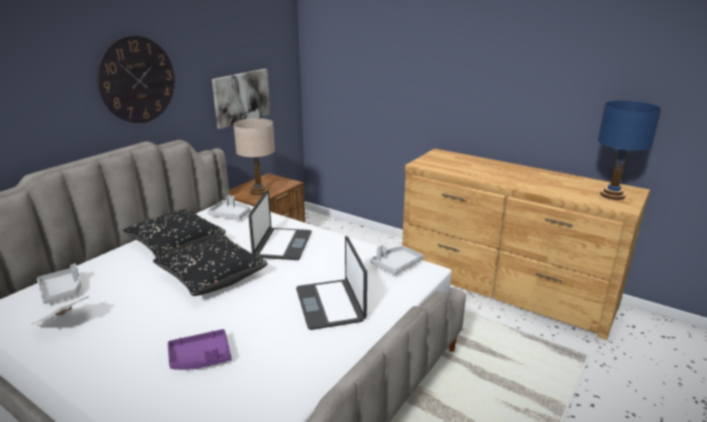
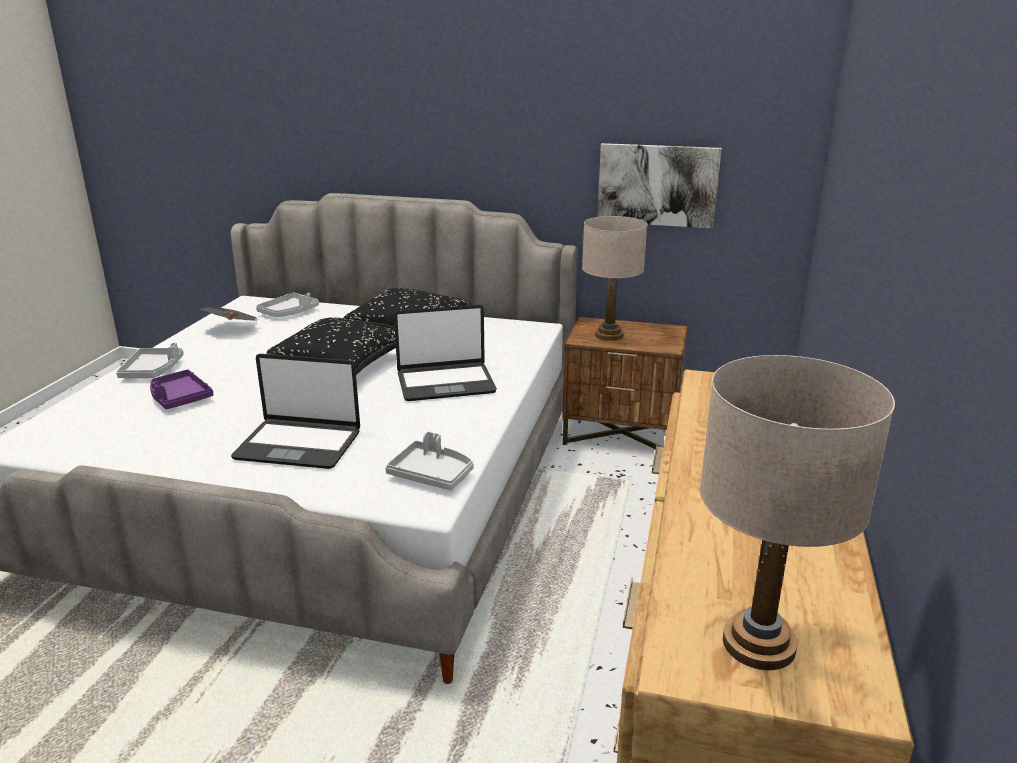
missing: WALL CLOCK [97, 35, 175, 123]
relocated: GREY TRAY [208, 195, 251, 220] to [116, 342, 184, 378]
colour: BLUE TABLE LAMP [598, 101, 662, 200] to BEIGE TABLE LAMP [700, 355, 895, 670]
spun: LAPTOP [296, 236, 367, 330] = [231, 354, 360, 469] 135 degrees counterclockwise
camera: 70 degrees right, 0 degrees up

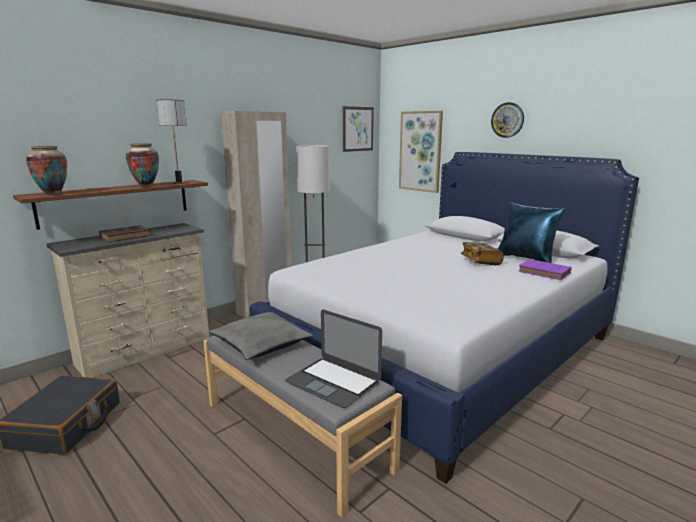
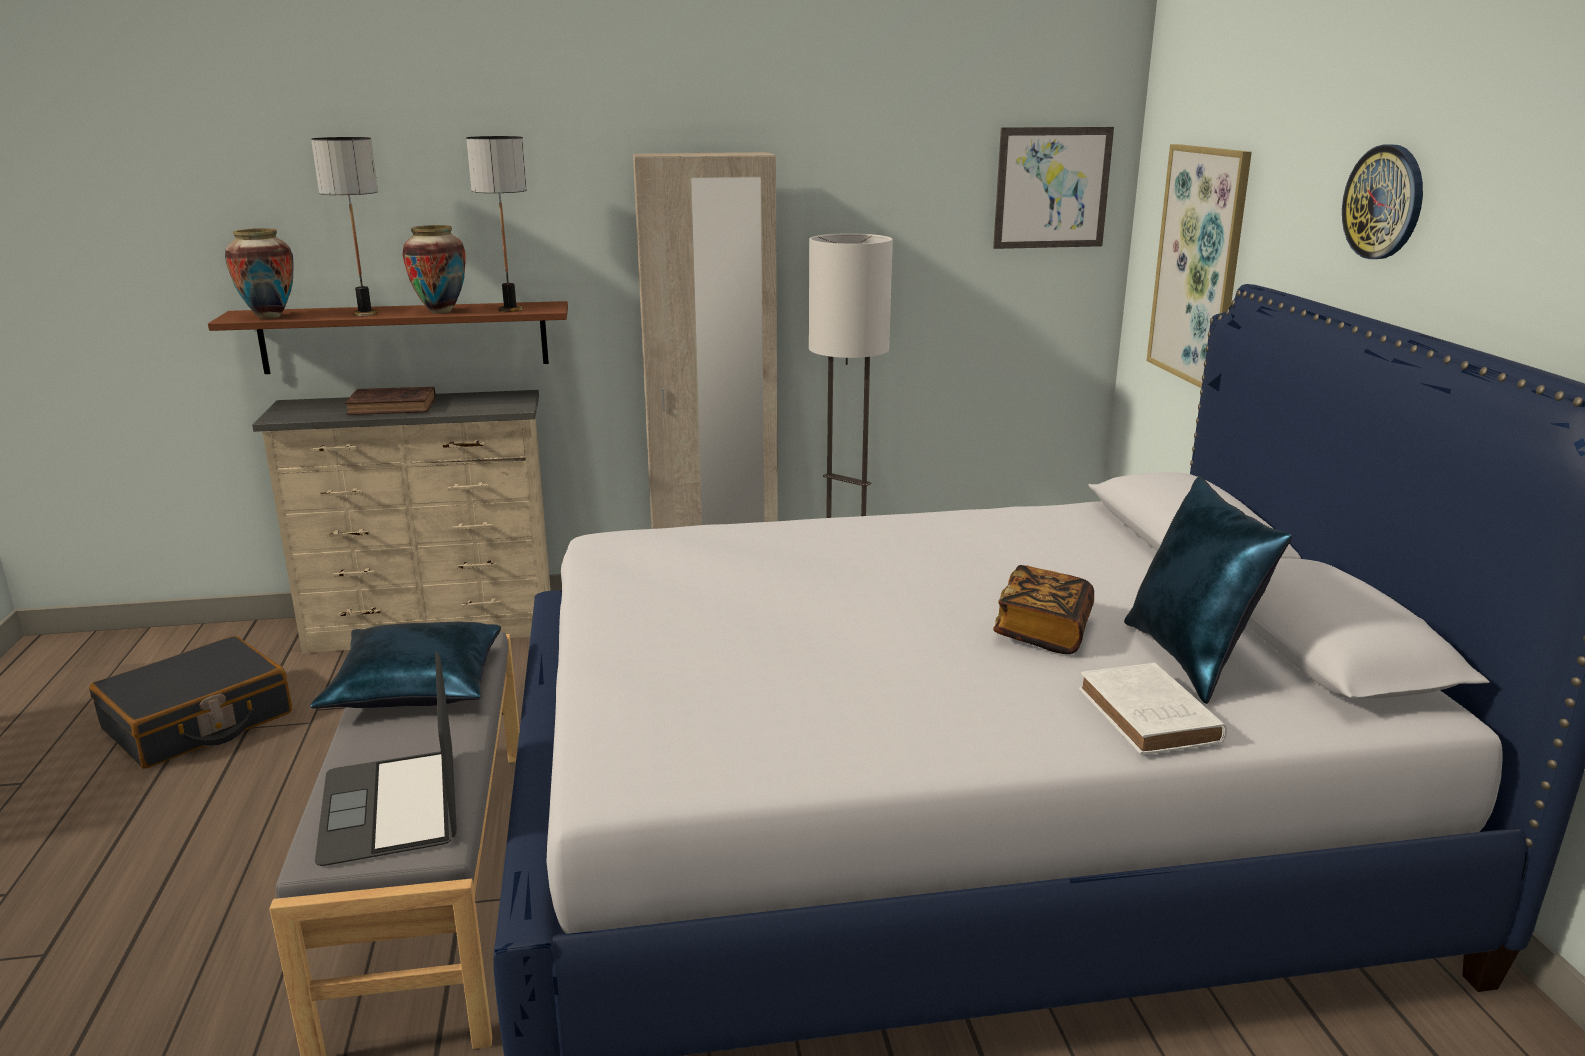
appeared: TABLE LAMP [311, 137, 379, 316]
colour: PURPLE BOOK [518, 259, 572, 280] to WHITE BOOK [1079, 663, 1227, 755]; GREY PILLOW [209, 312, 313, 360] to BLUE PILLOW [310, 622, 501, 708]
camera: 35 degrees right, 5 degrees up

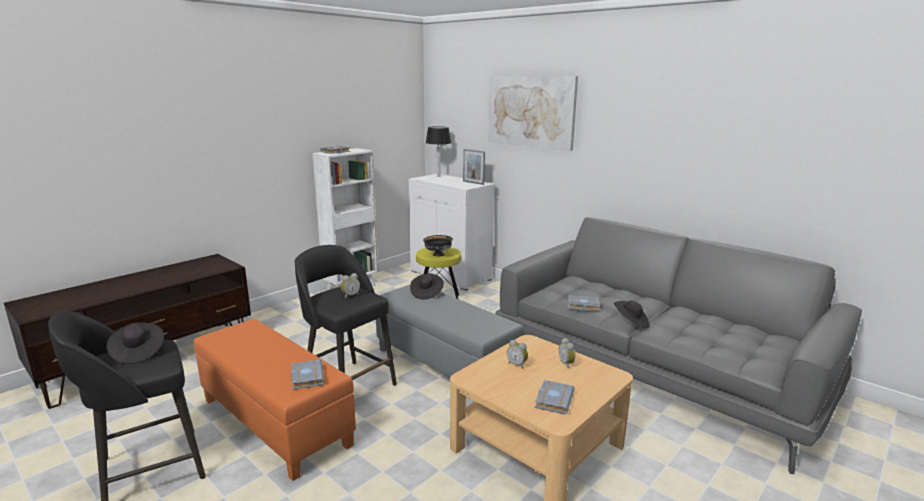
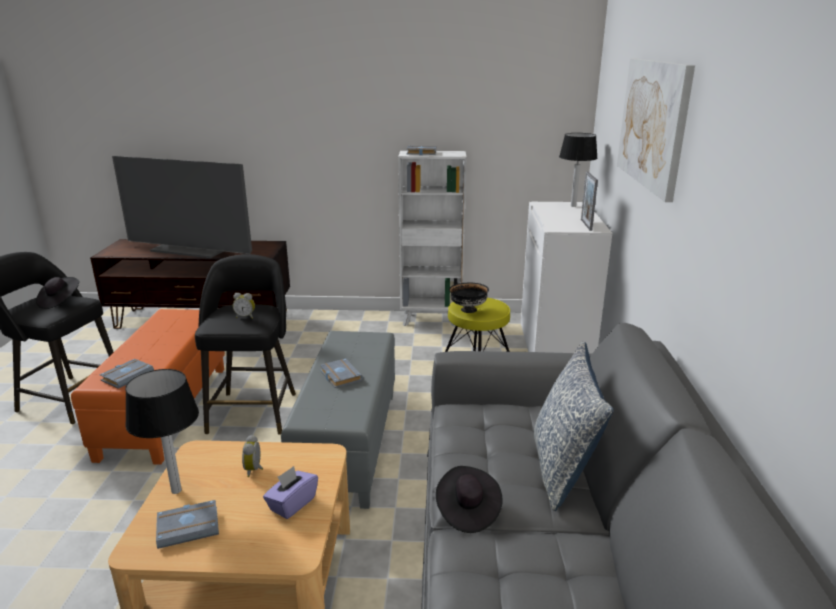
missing: BLACK HAT [410, 273, 444, 299]
appeared: TELEVISION [112, 156, 252, 258]; PILLOW [534, 342, 614, 511]; TABLE LAMP [125, 369, 199, 494]
relocated: GREY BOOK [568, 295, 600, 311] to [320, 358, 363, 388]
exchanged: ALARM CLOCK [559, 338, 576, 369] to PURPLE TISSUE BOX [263, 466, 318, 519]
camera: 50 degrees right, 5 degrees up

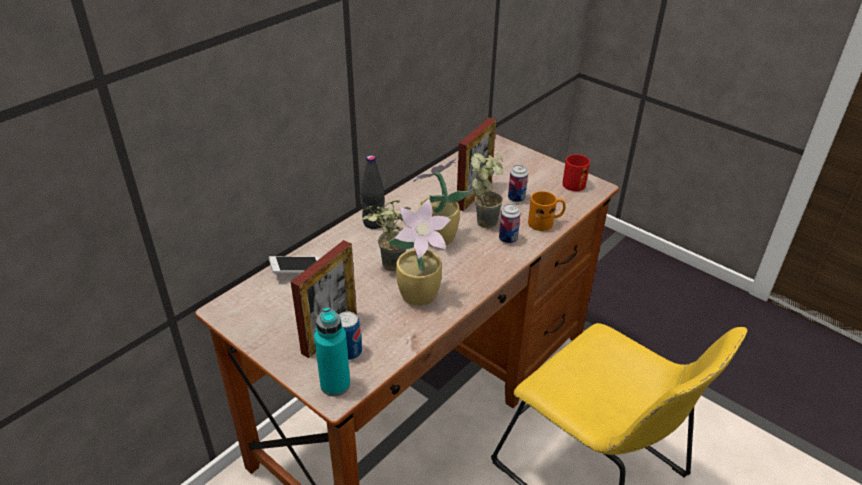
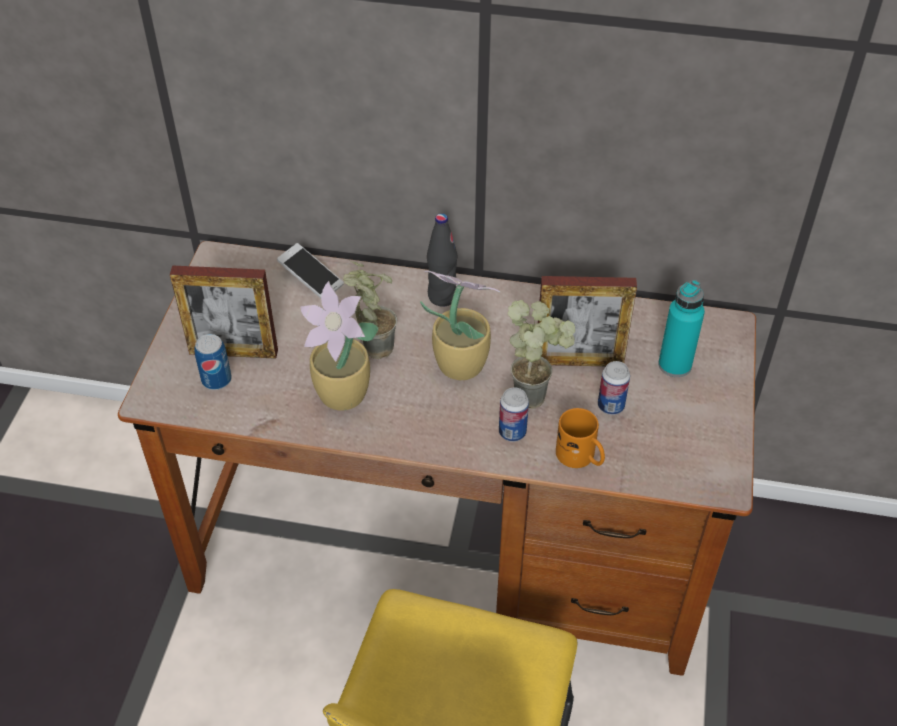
missing: RED MUG [562, 154, 590, 191]
relocated: TURQUOISE BOTTLE [314, 307, 350, 396] to [658, 280, 705, 377]
camera: 60 degrees right, 10 degrees up

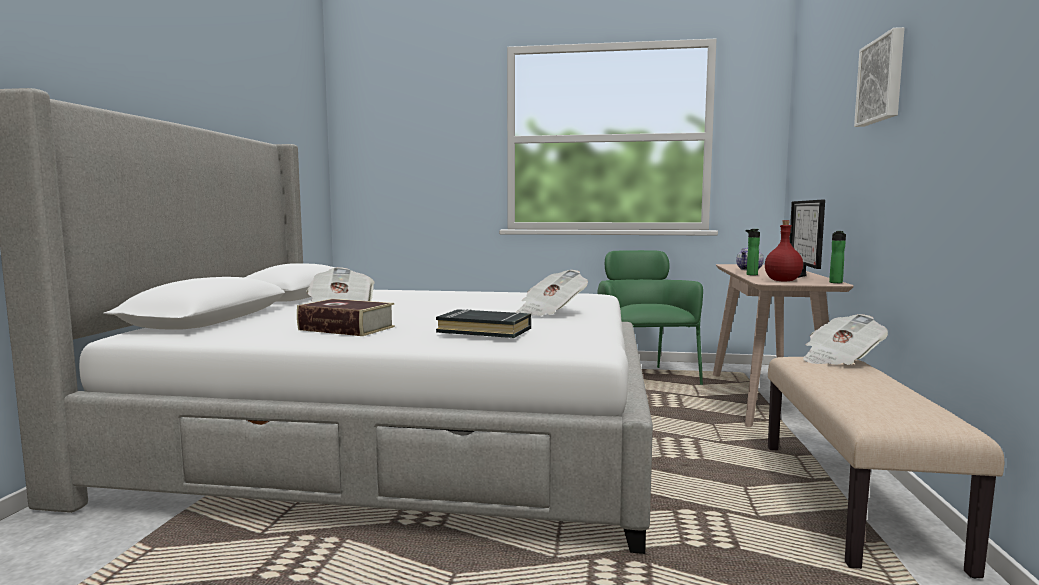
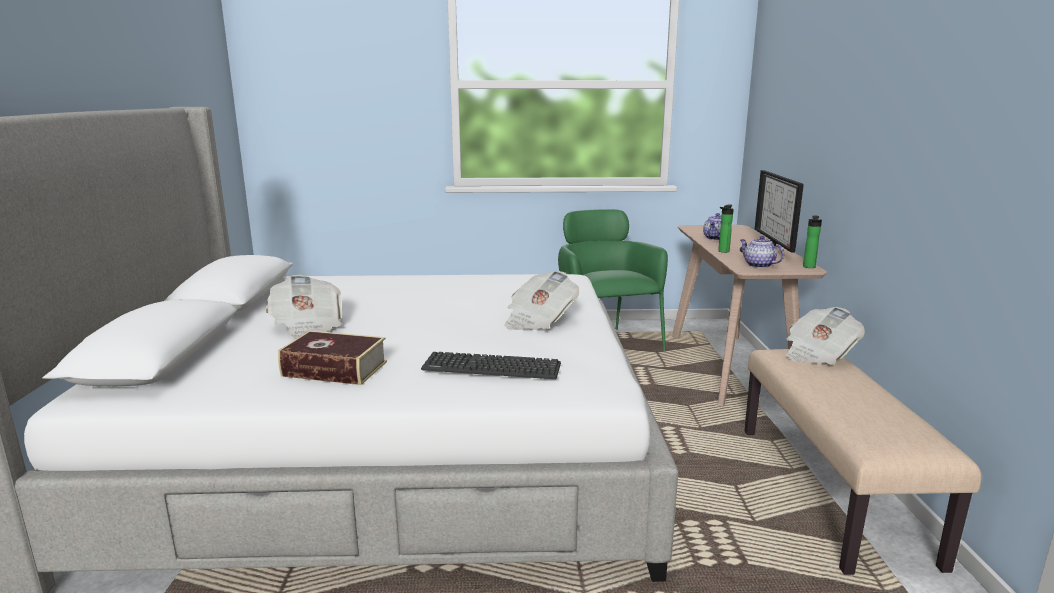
missing: PICTURE [854, 27, 905, 127]
exchanged: RED BOTTLE [765, 220, 803, 282] to TEAPOT [740, 236, 784, 268]; BLACK BOOK [436, 309, 531, 338] to KEYBOARD [421, 352, 561, 379]
camera: 10 degrees left, 10 degrees up

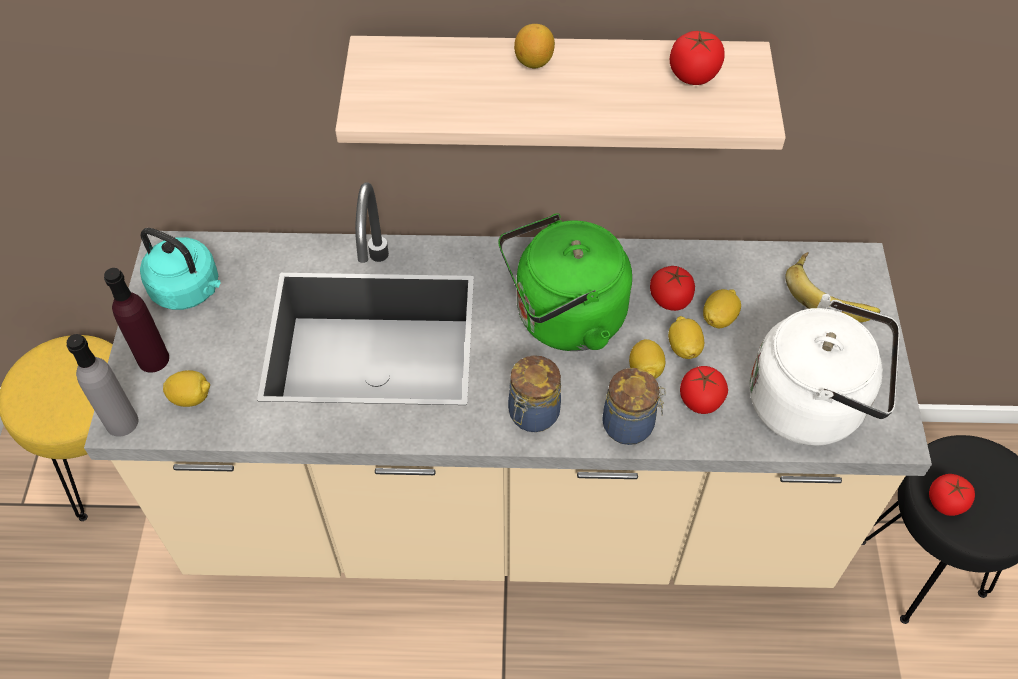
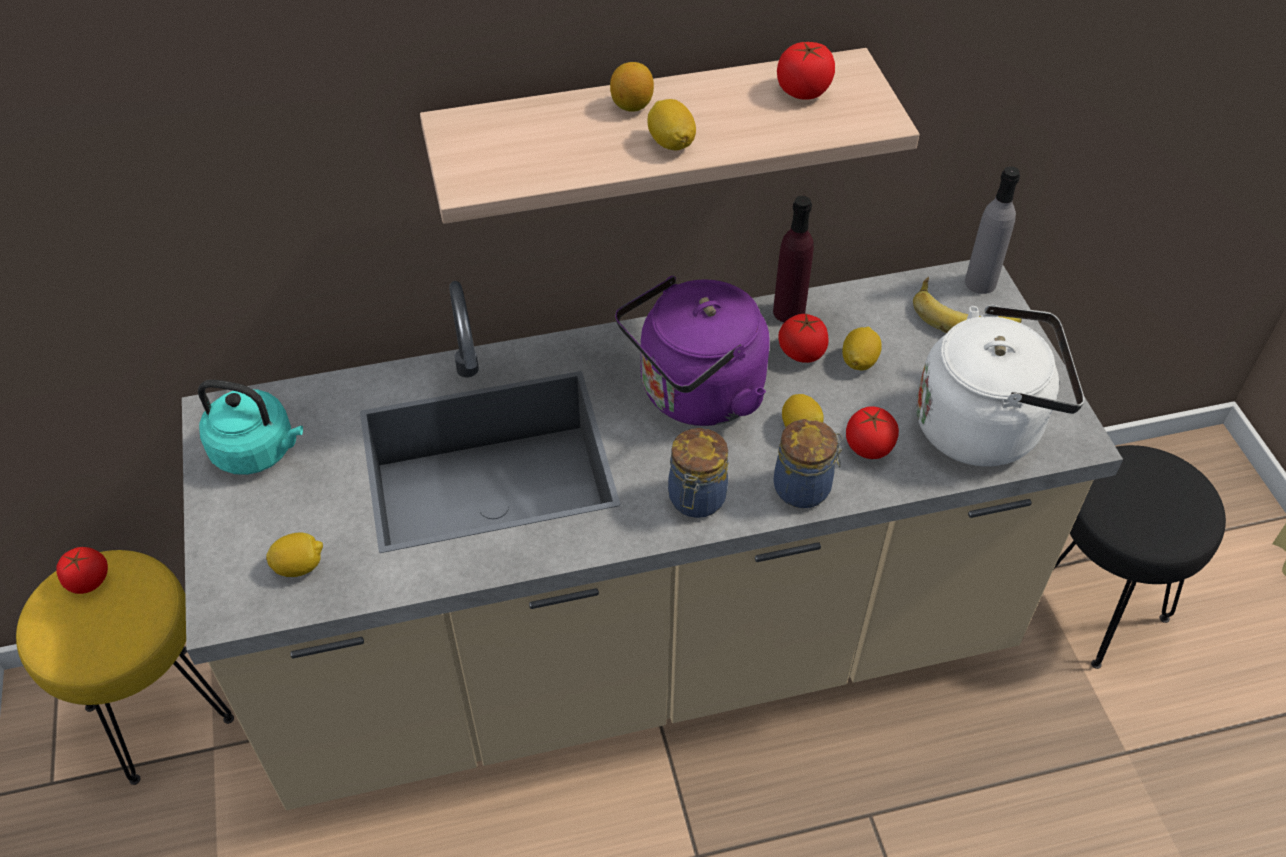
relocated: PURPLE BOTTLE [104, 268, 169, 372] to [773, 196, 814, 323]; LEMON [668, 316, 704, 359] to [647, 99, 696, 150]; GREY BOTTLE [67, 334, 139, 437] to [965, 166, 1020, 294]; TOMATO [929, 474, 975, 516] to [56, 547, 108, 594]
colour: GREEN KETTLE [498, 213, 632, 351] to PURPLE KETTLE [615, 276, 770, 426]
camera: 15 degrees left, 5 degrees down

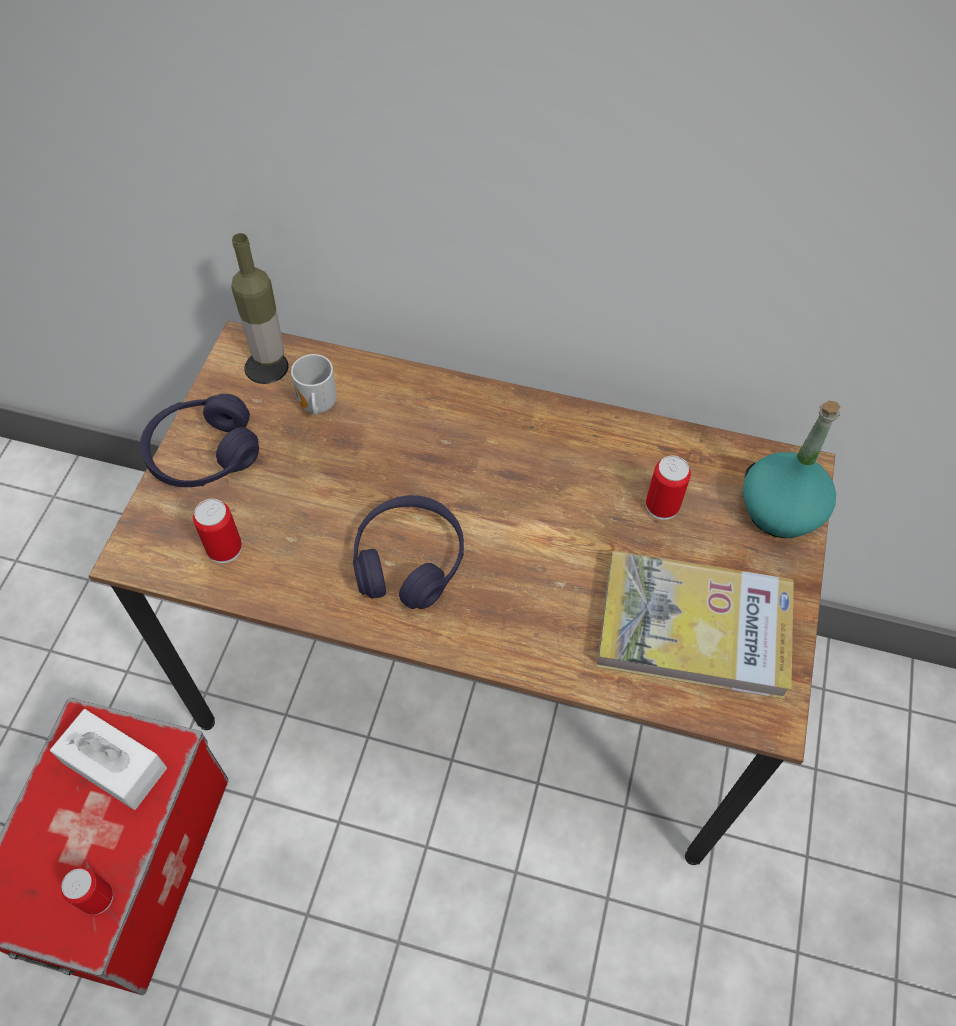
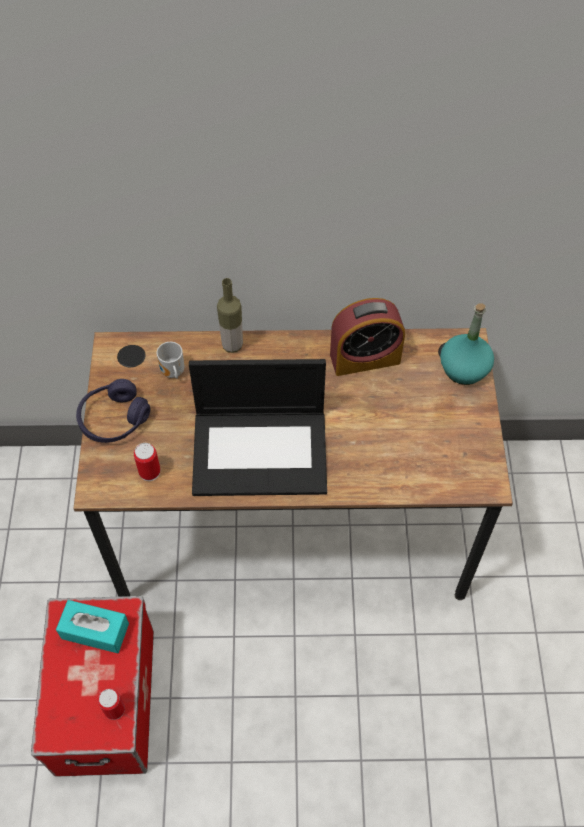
missing: CAN [646, 455, 691, 520]; BOOK [596, 551, 794, 699]
appeared: ALARM CLOCK [330, 298, 405, 376]
relocated: BOTTLE [231, 233, 284, 366] to [217, 278, 243, 353]
exchanged: PURPLE HEADPHONES [353, 495, 464, 609] to LAPTOP [189, 359, 327, 496]
colour: WHITE TISSUE BOX [50, 709, 167, 810] to TURQUOISE TISSUE BOX [56, 600, 129, 653]
camera: 15 degrees left, 0 degrees up

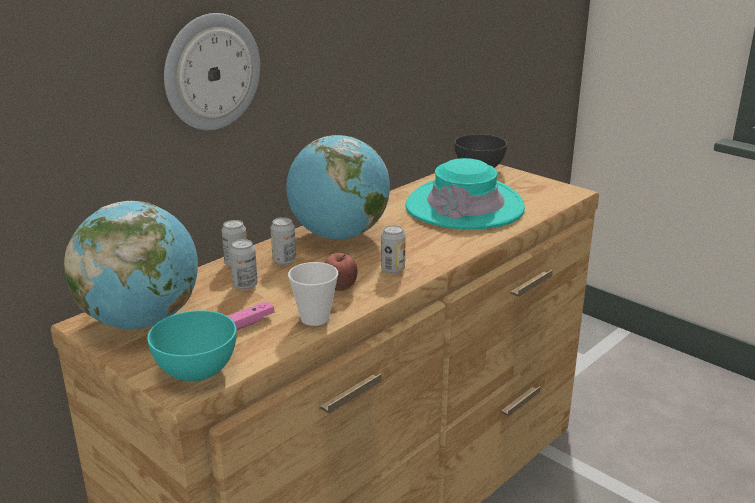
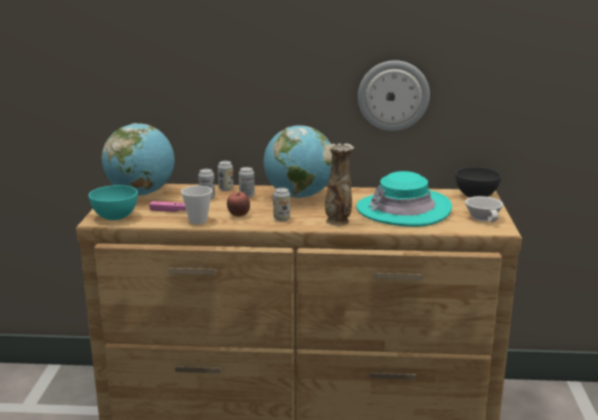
appeared: VASE [325, 143, 354, 226]; WHITE CUP [465, 196, 503, 222]
relocated: WALL CLOCK [164, 13, 260, 130] to [358, 60, 430, 131]
camera: 50 degrees right, 5 degrees down

